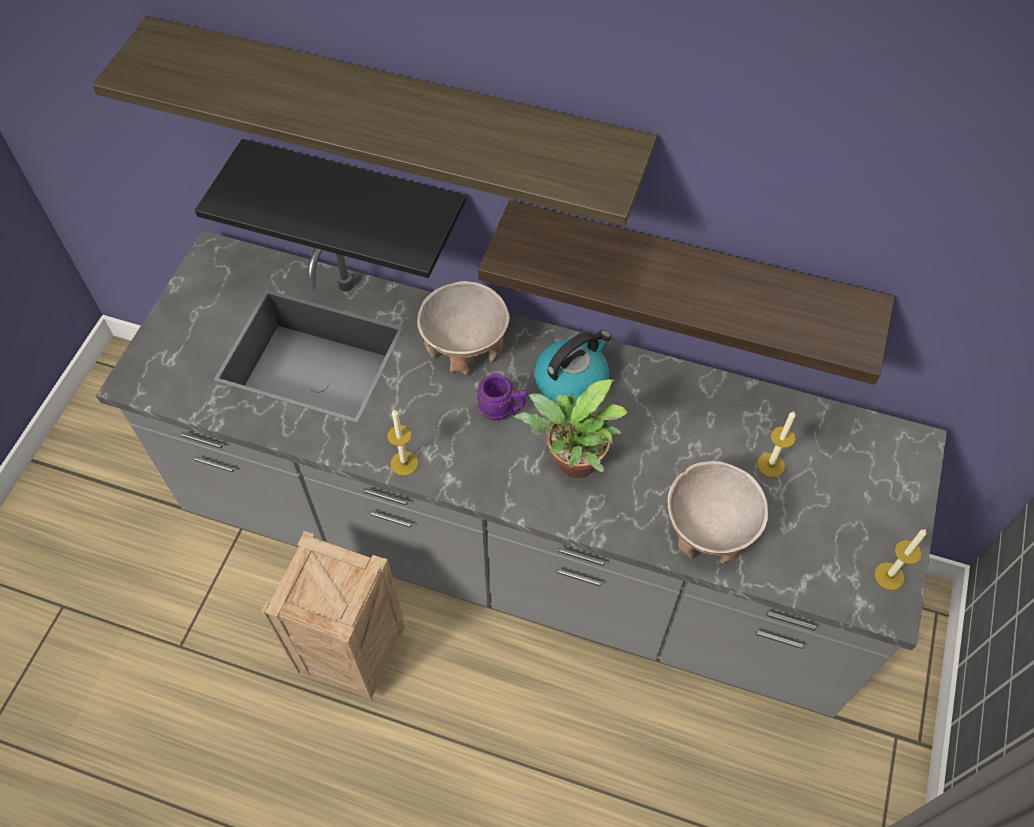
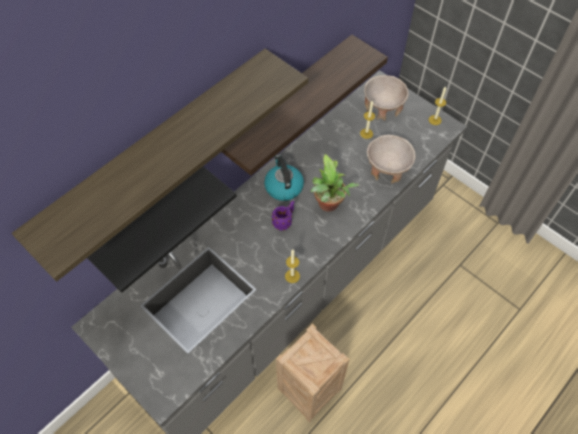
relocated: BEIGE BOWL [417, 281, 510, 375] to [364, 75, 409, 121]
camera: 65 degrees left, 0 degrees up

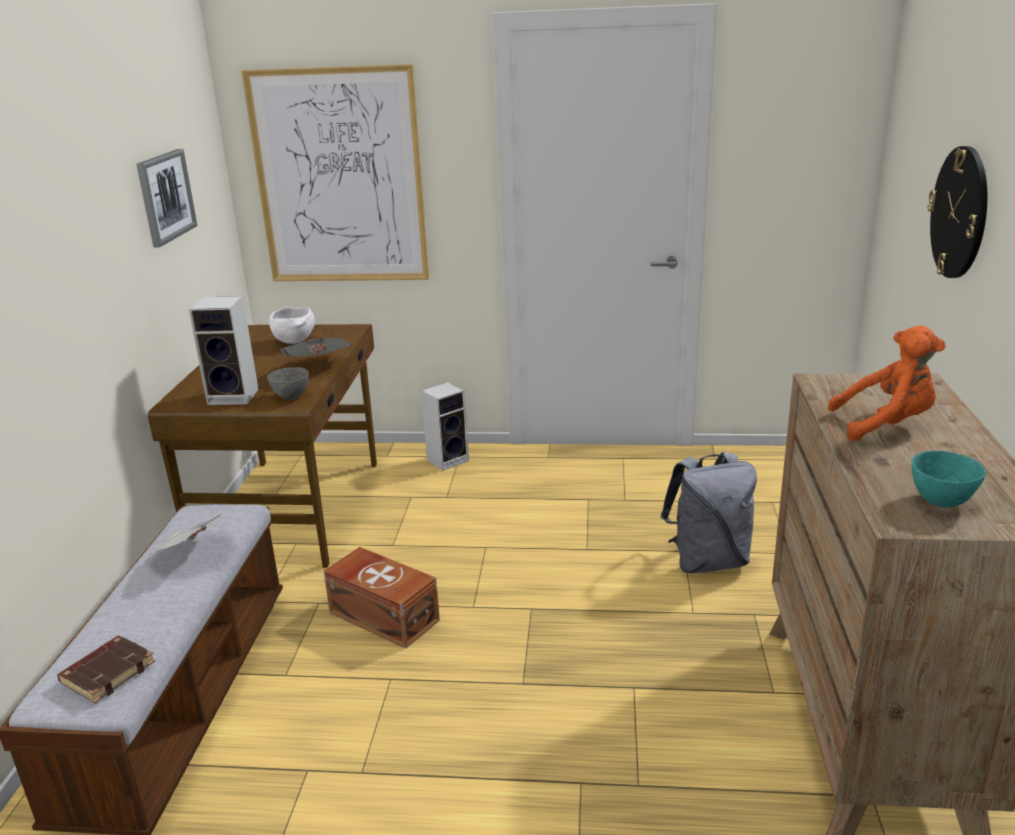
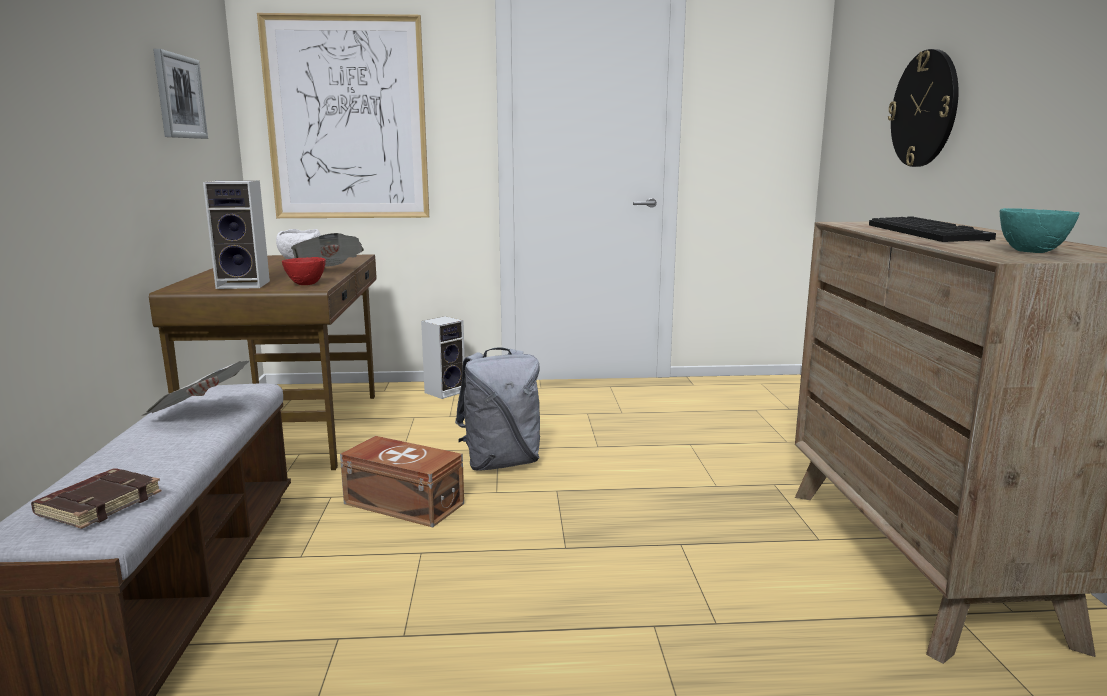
relocated: GREY BACKPACK [660, 452, 757, 573] to [455, 347, 540, 471]
exchanged: ORANGE PLUSH TOY [828, 325, 945, 441] to KEYBOARD [869, 216, 996, 242]
colour: GREY BOWL [267, 367, 309, 400] to RED BOWL [282, 257, 326, 285]
camera: 10 degrees left, 10 degrees down

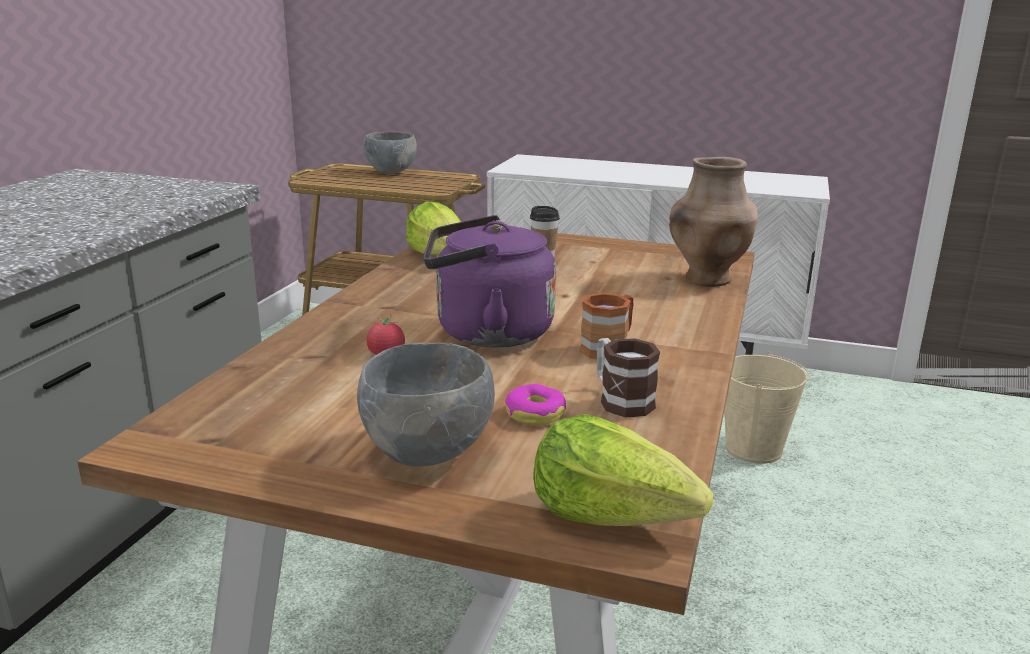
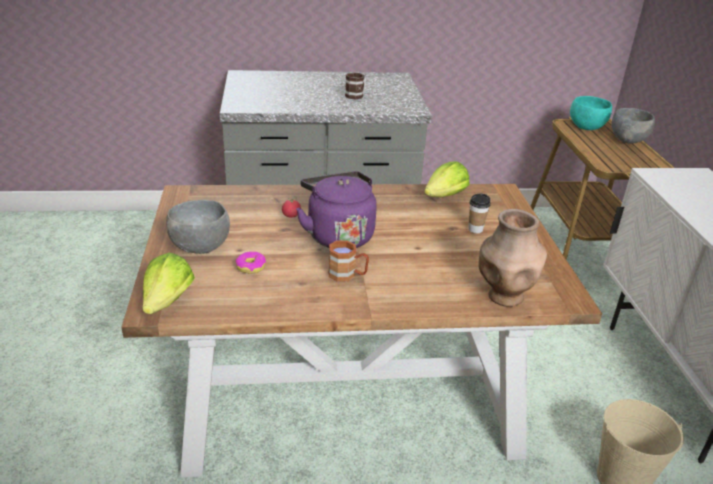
appeared: TURQUOISE BOWL [570, 96, 612, 130]
relocated: MUG [597, 338, 660, 417] to [345, 72, 366, 99]
camera: 65 degrees right, 10 degrees up

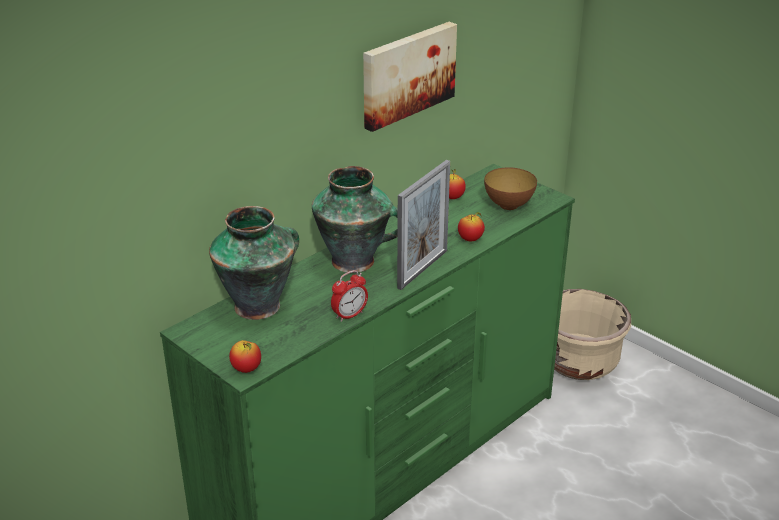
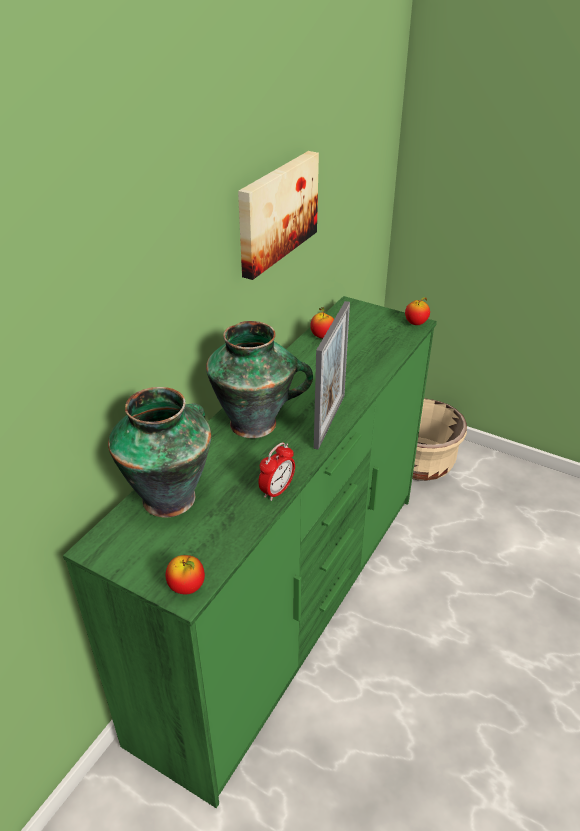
missing: BOWL [484, 167, 537, 210]
relocated: APPLE [458, 212, 485, 241] to [405, 297, 430, 325]
camera: 15 degrees left, 5 degrees up

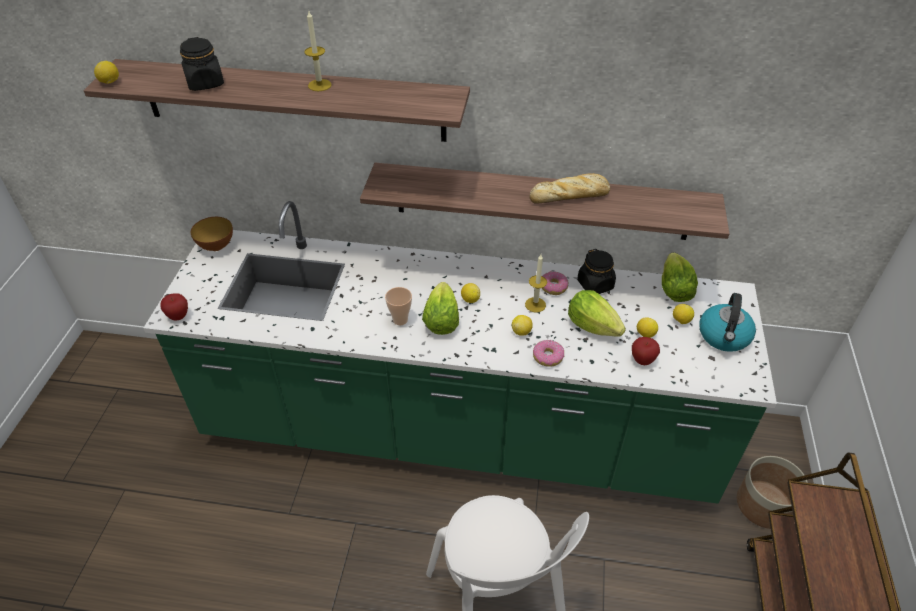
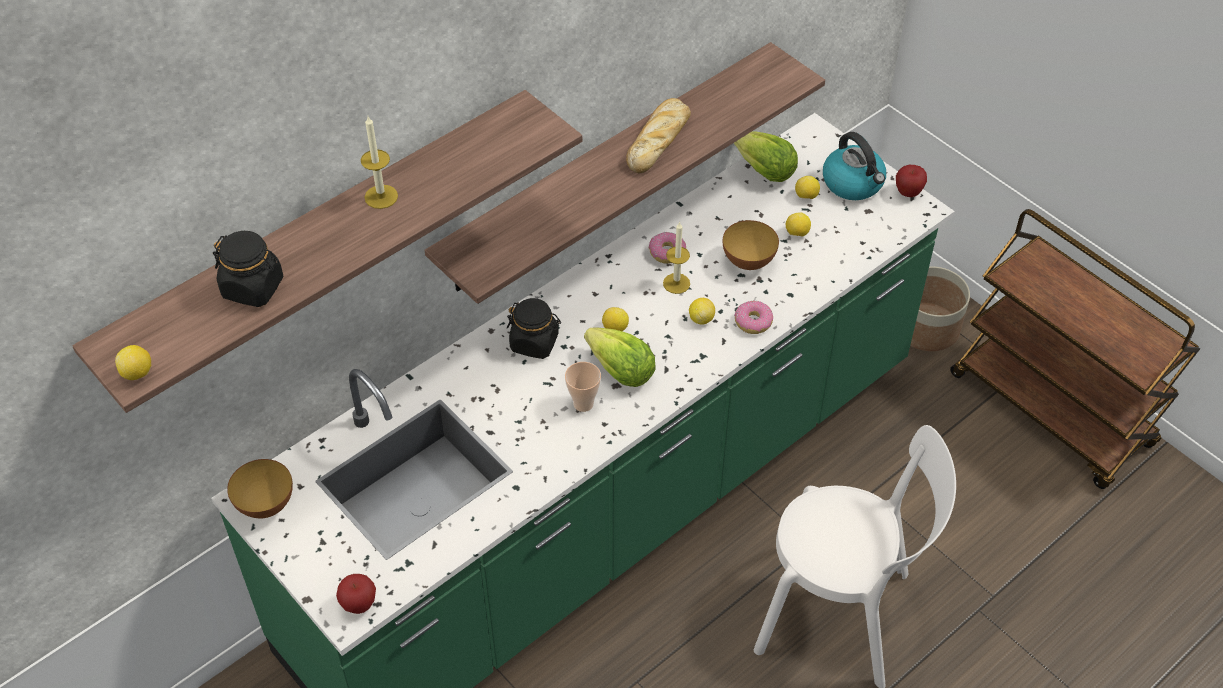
relocated: BLACK JAR [577, 249, 616, 294] to [507, 298, 561, 359]; APPLE [632, 337, 660, 365] to [896, 165, 927, 197]
exchanged: LETTUCE [568, 290, 626, 337] to BOWL [723, 220, 779, 270]
camera: 50 degrees left, 5 degrees up

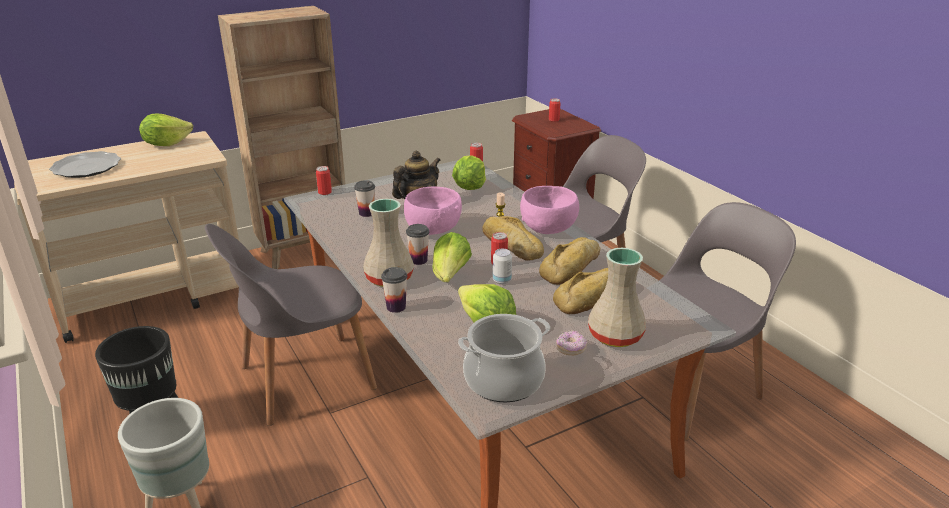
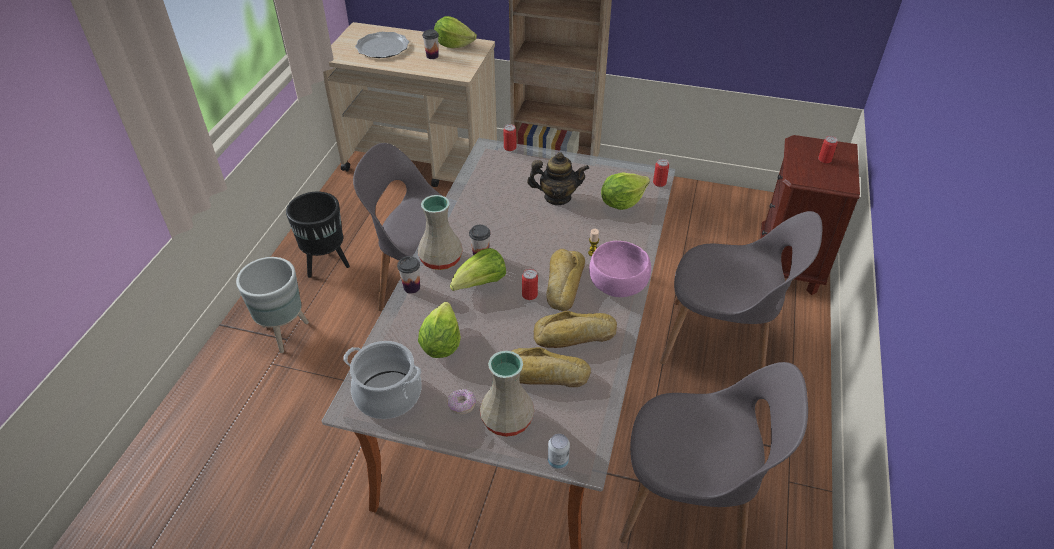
missing: PINK BOWL [404, 187, 462, 235]
relocated: CUP [354, 180, 375, 217] to [422, 30, 439, 59]; CAN [493, 249, 512, 284] to [548, 434, 570, 469]
camera: 45 degrees right, 15 degrees up

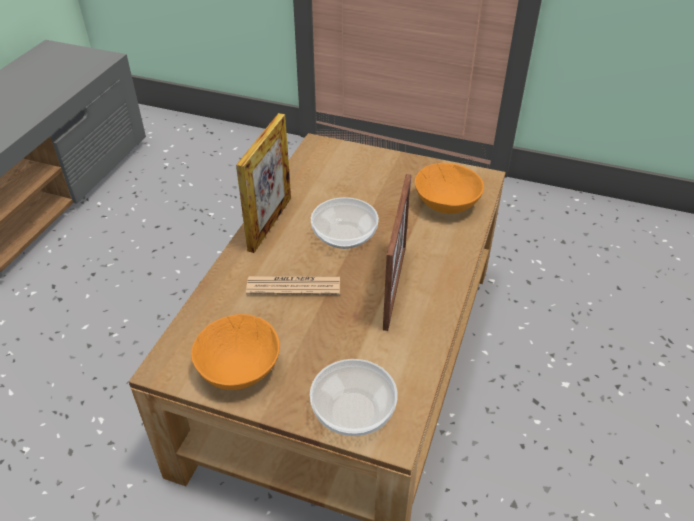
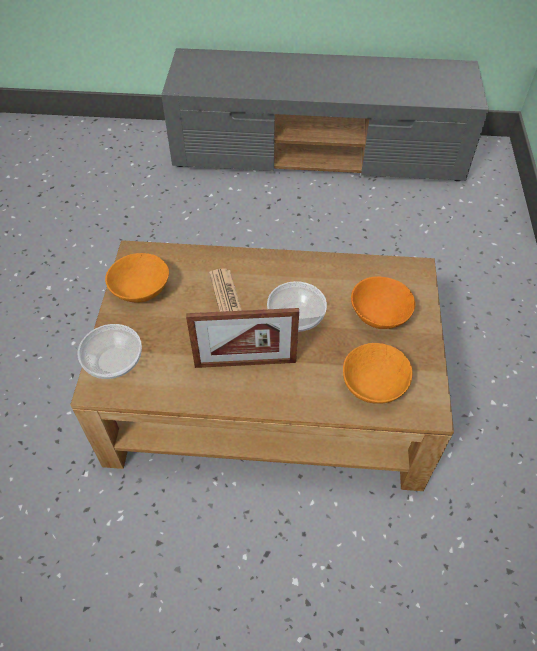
missing: PICTURE FRAME [236, 113, 291, 253]
appeared: ORANGE BOWL [351, 277, 416, 329]
camera: 75 degrees right, 10 degrees up

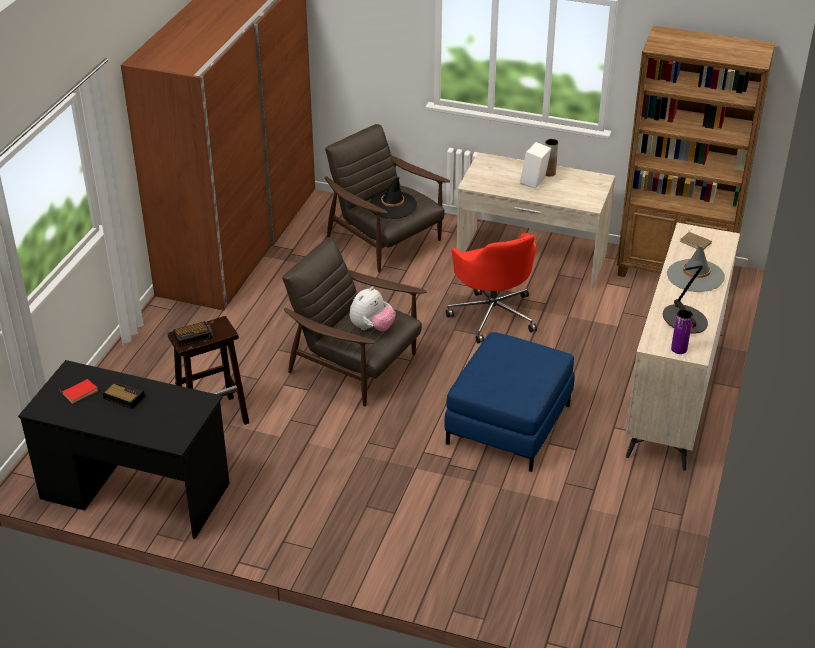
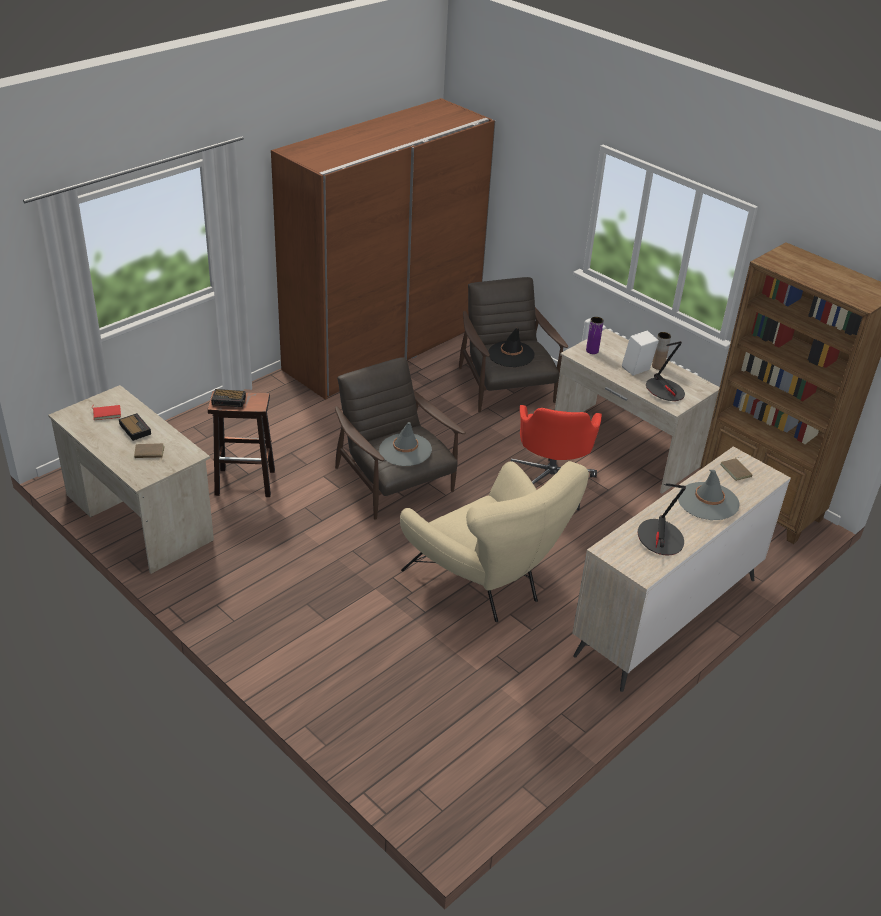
appeared: TABLE LAMP [646, 341, 685, 401]; BROWN BOOK [134, 443, 165, 459]
relocated: PURPLE VASE [671, 309, 693, 354] to [586, 317, 604, 354]
exchanged: PLUSH TOY [350, 286, 396, 331] to GREY HAT [379, 422, 432, 466]; BLUE OTTOMAN [444, 332, 575, 472] to BEIGE ARMCHAIR [400, 461, 589, 622]
colour: BLACK DESK [18, 360, 230, 539] to BEIGE DESK [48, 385, 214, 574]
camera: 25 degrees right, 0 degrees up

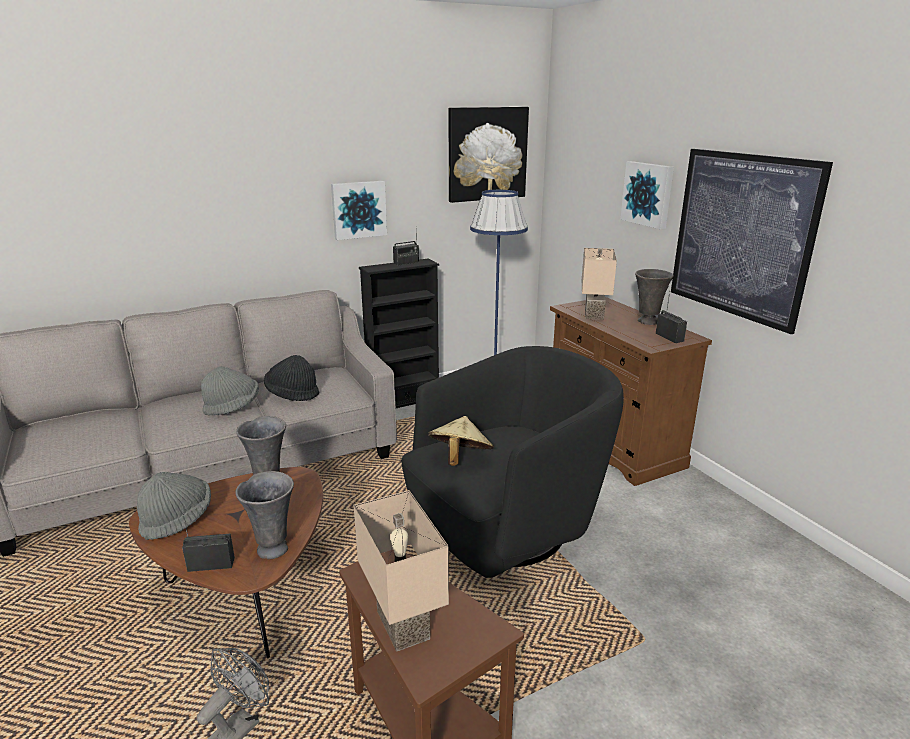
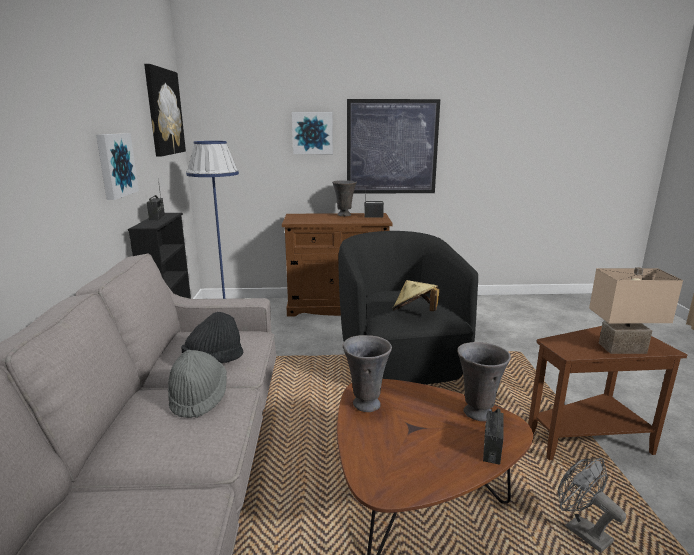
missing: BEIGE TABLE LAMP [582, 248, 617, 320]; GREY HAT [137, 472, 211, 540]
camera: 65 degrees left, 5 degrees down

